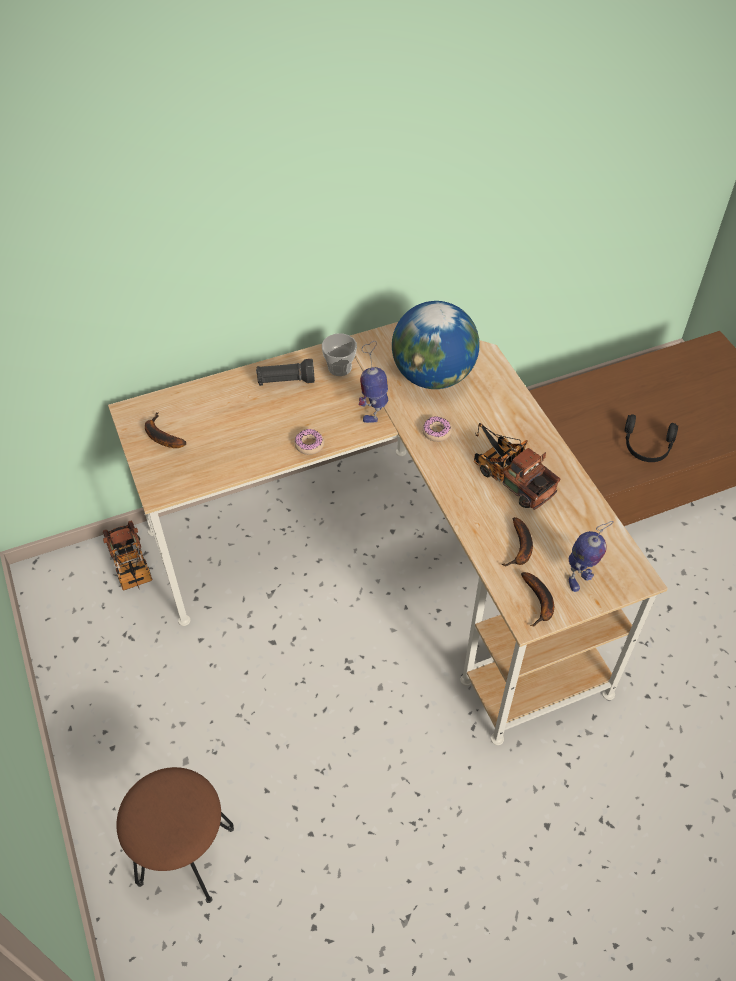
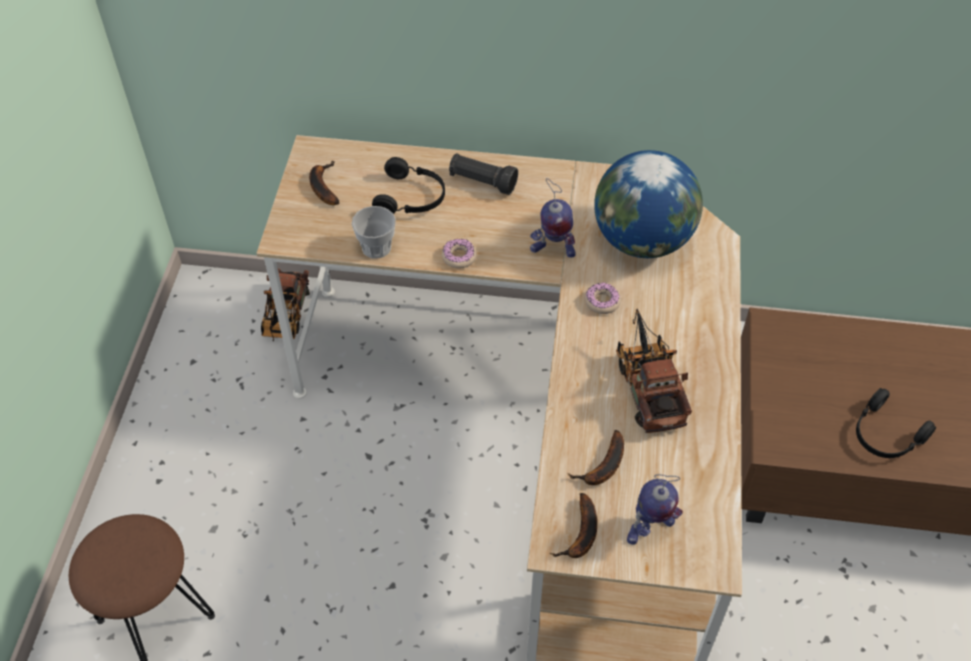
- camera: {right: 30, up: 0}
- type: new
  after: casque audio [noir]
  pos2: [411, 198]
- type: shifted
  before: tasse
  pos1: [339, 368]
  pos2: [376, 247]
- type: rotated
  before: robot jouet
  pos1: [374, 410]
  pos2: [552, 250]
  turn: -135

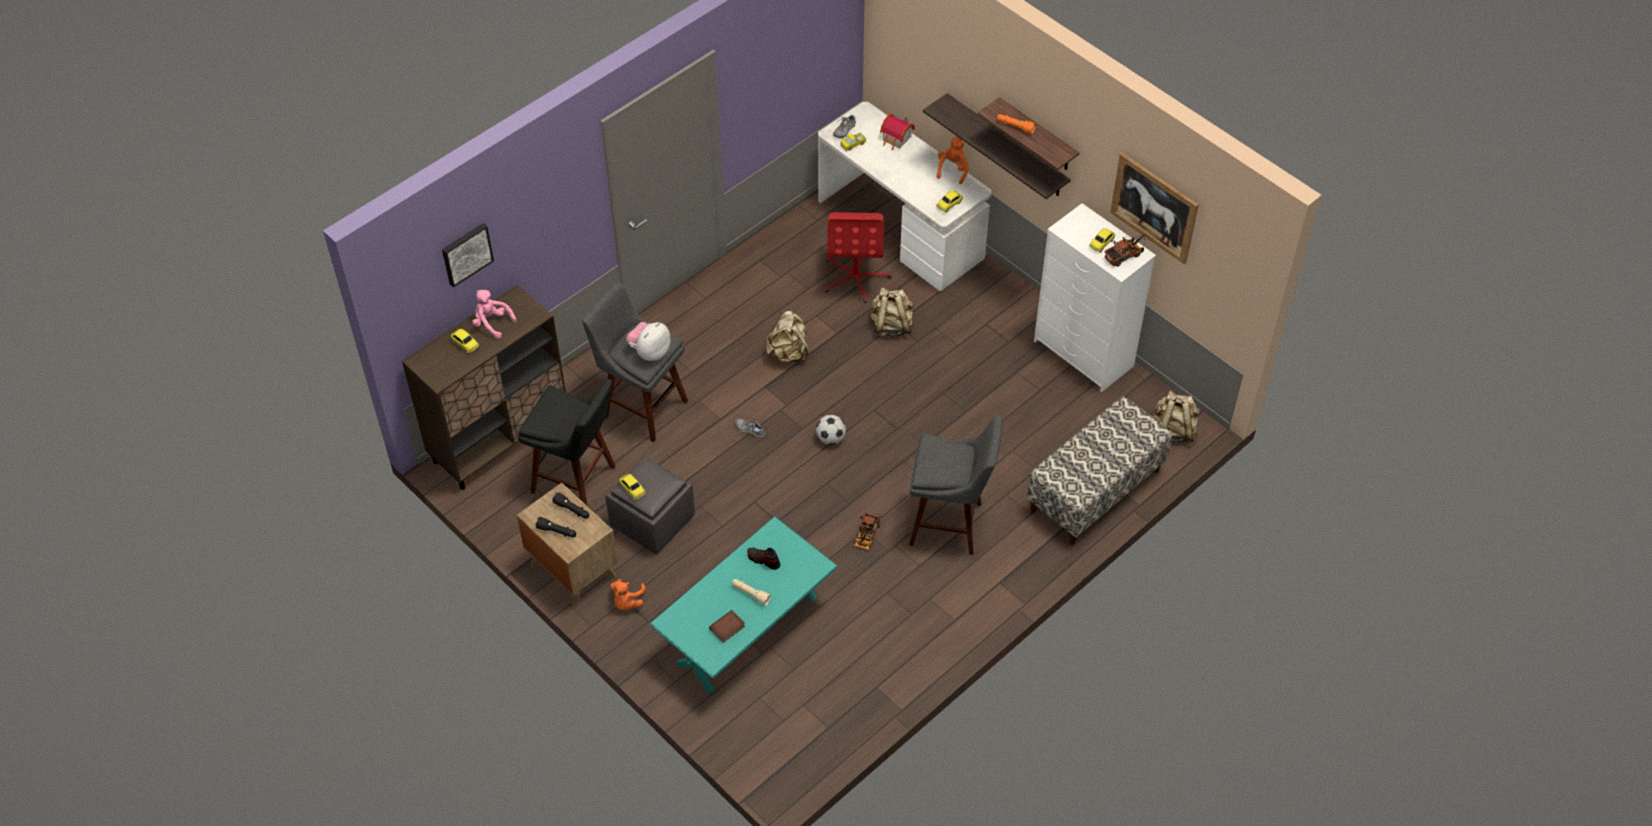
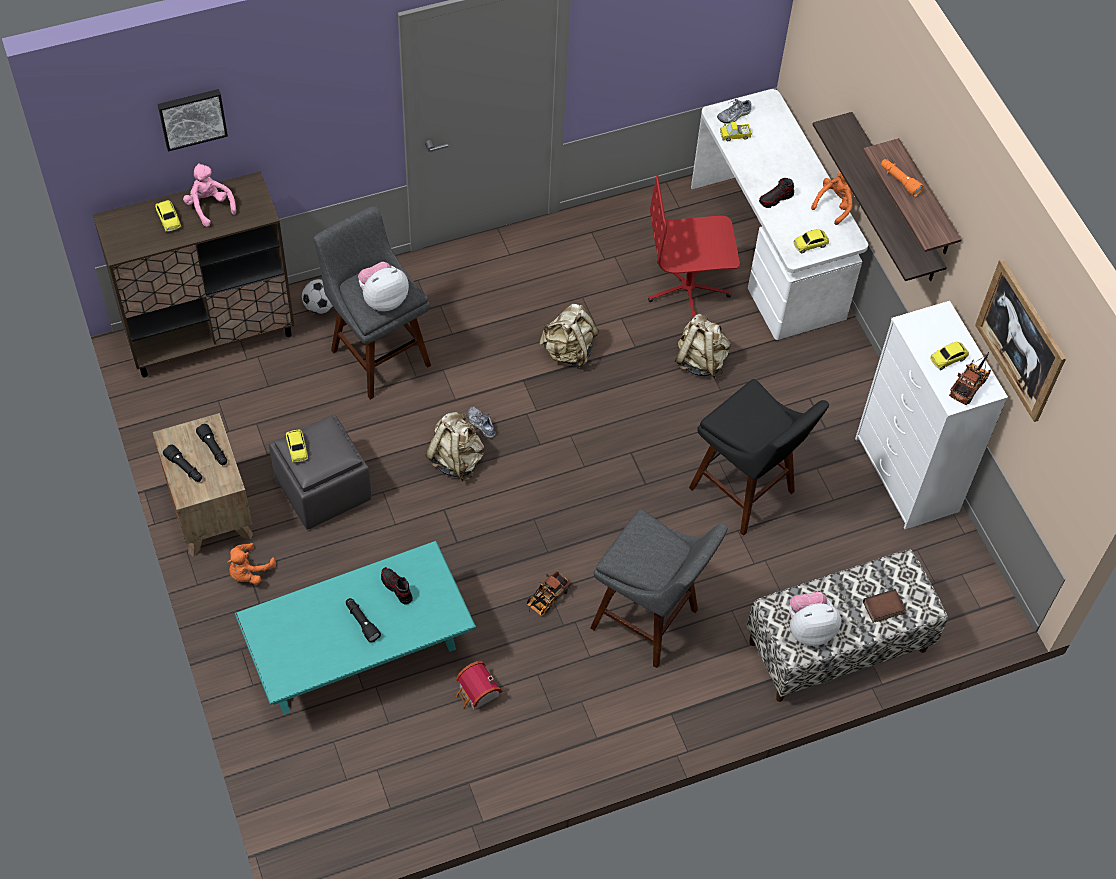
- camera: {right: 20, up: 5}
- type: new
  after: chaussure
  pos2: [776, 199]
- type: new
  after: peluche
  pos2: [809, 629]
- type: shifted
  before: tabouret [noir]
  pos1: [577, 481]
  pos2: [745, 493]
- type: shifted
  before: livre
  pos1: [727, 629]
  pos2: [883, 608]
- type: shifted
  before: ballon de foot
  pos1: [830, 438]
  pos2: [320, 306]
- type: shifted
  before: maison miniature
  pos1: [896, 139]
  pos2: [477, 694]
- type: shifted
  before: sac à dos [beige]
  pos1: [1173, 430]
  pos2: [456, 459]
- type: repainted
  before: lampe de poche [beige]
  after: lampe de poche [noir]
  pos1: [750, 594]
  pos2: [362, 622]
- type: rotated
  before: chaise de bureau [rouge]
  pos1: [855, 277]
  pos2: [688, 289]
  turn: 60
- type: rotated
  before: camion jouet
  pos1: [1125, 255]
  pos2: [970, 384]
  turn: -45

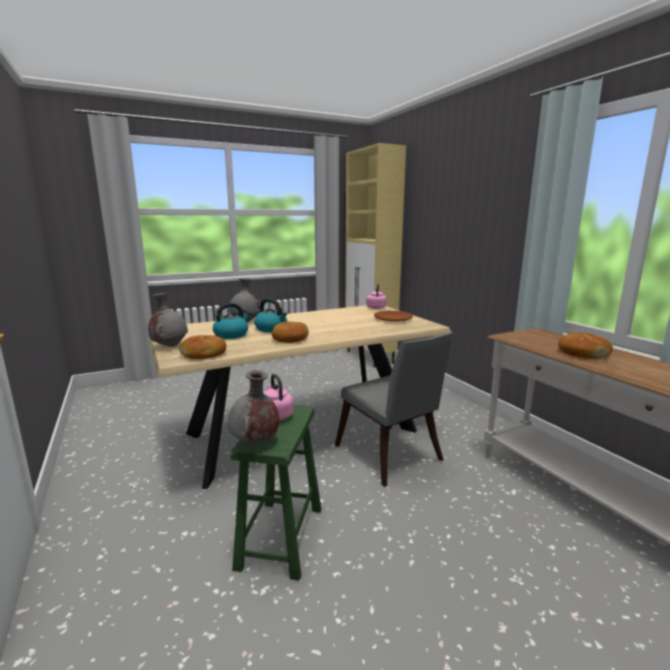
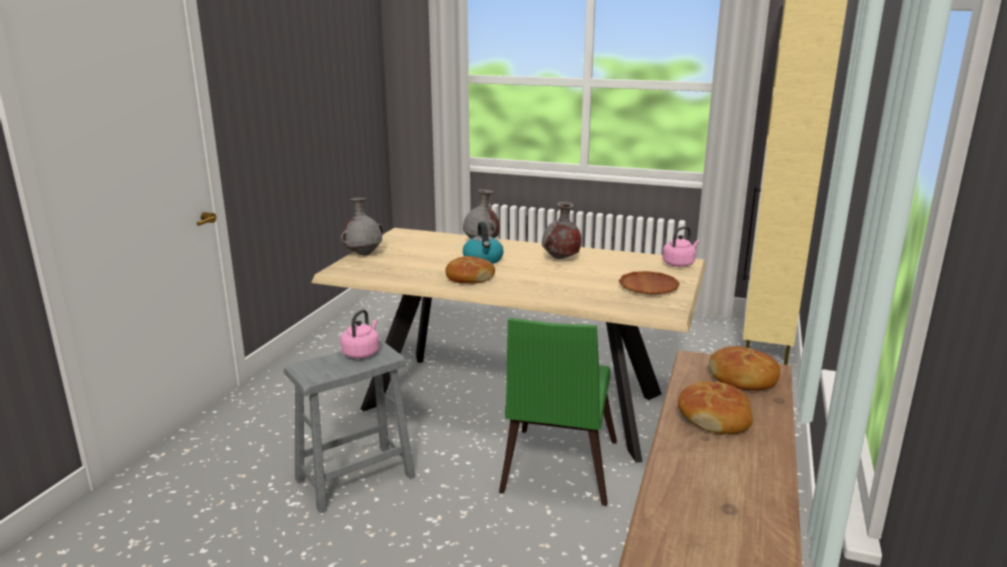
- camera: {right: 45, up: 5}
- type: gone
  before: bouilloire
  pos1: [231, 335]
- type: shifted
  before: pain
  pos1: [204, 354]
  pos2: [743, 379]
- type: shifted
  before: vase [gris]
  pos1: [255, 442]
  pos2: [560, 259]
- type: repainted
  before: tabouret [vert]
  after: tabouret [gris]
  pos1: [280, 537]
  pos2: [355, 478]
- type: repainted
  before: chaise [gris]
  after: chaise [vert]
  pos1: [390, 457]
  pos2: [557, 471]

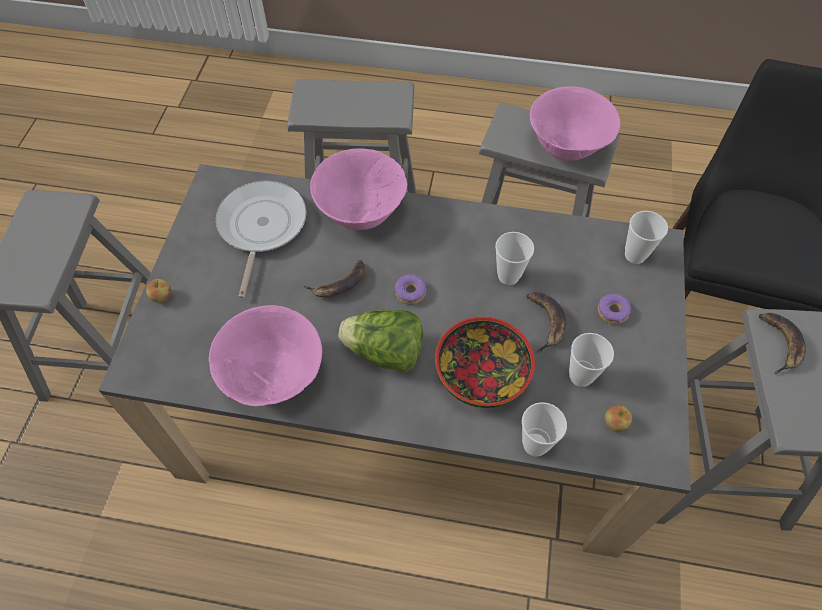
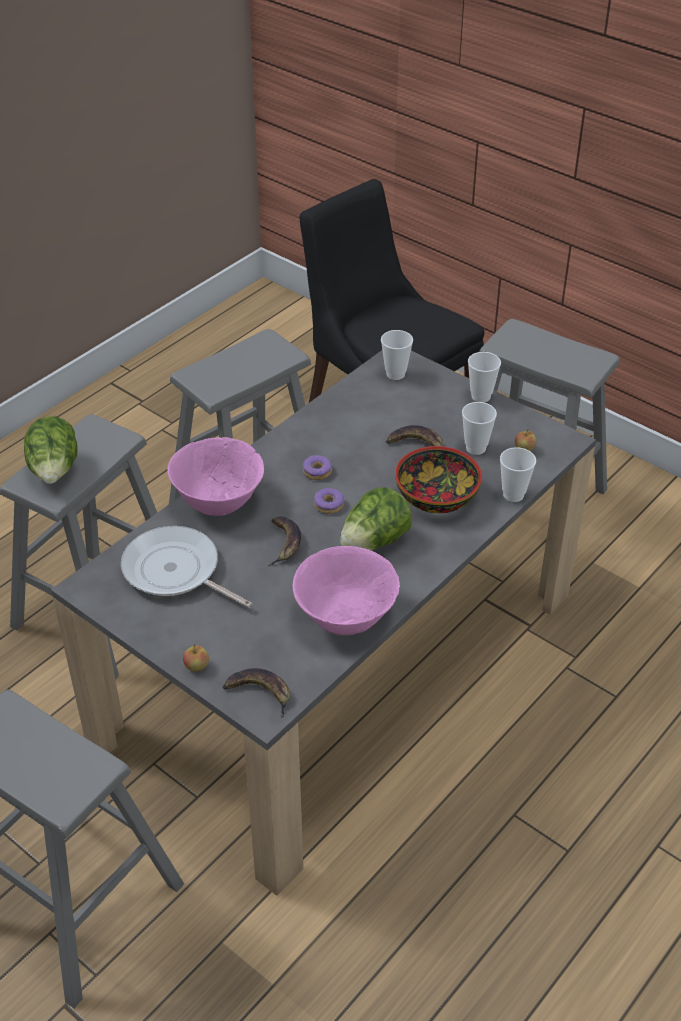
- camera: {right: -60, up: -15}
- type: gone
  before: bol [rose]
  pos1: [567, 147]
- type: new
  after: laitue
  pos2: [55, 471]
- type: shifted
  before: tasse
  pos1: [508, 276]
  pos2: [481, 396]
- type: shifted
  before: beignet
  pos1: [612, 312]
  pos2: [317, 472]
- type: shifted
  before: banane
  pos1: [780, 344]
  pos2: [260, 693]

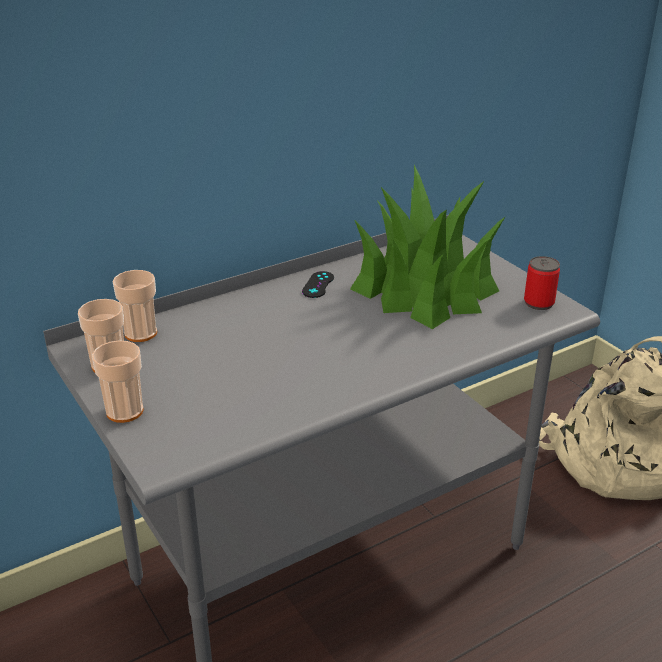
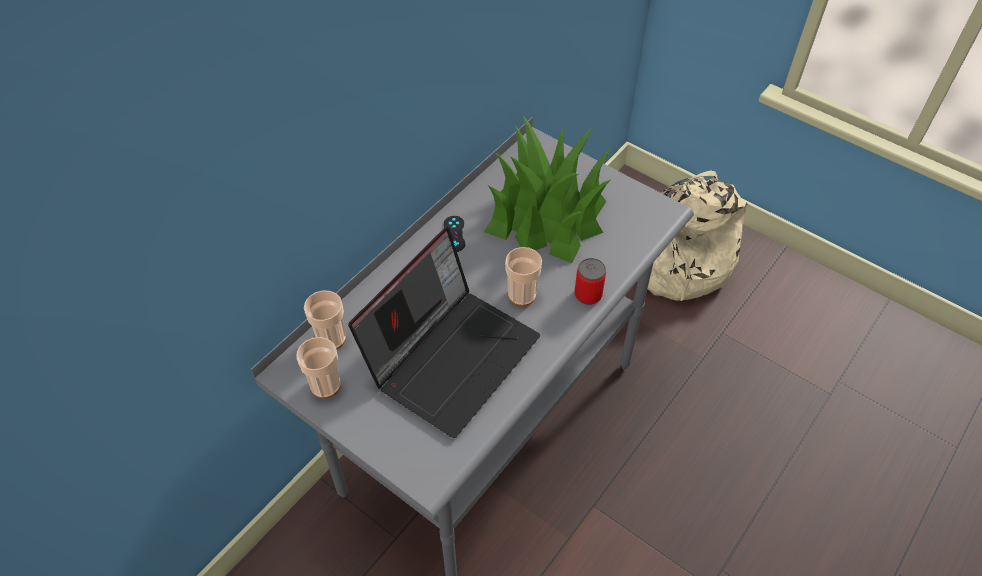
- camera: {right: -20, up: 20}
- type: new
  after: ordinateur portable
  pos2: [452, 355]
- type: shifted
  before: tasse
  pos1: [125, 411]
  pos2: [522, 295]
- type: shifted
  before: boîte métallique
  pos1: [539, 303]
  pos2: [588, 294]

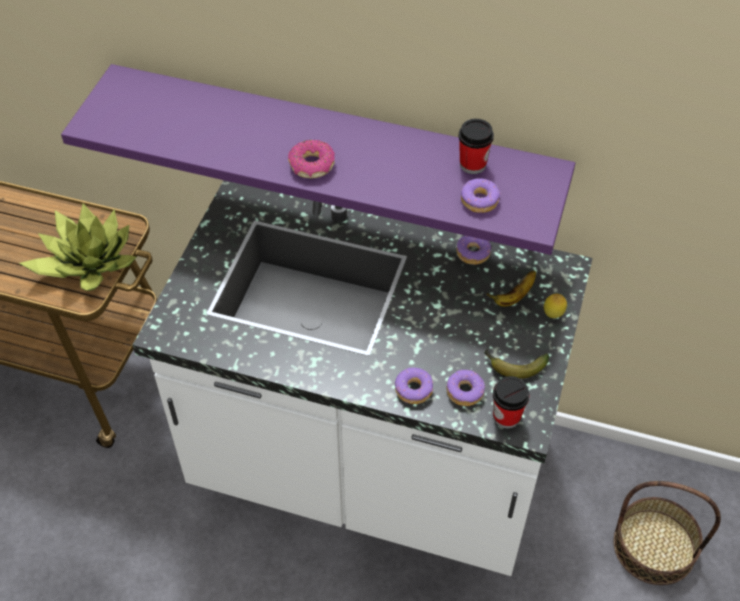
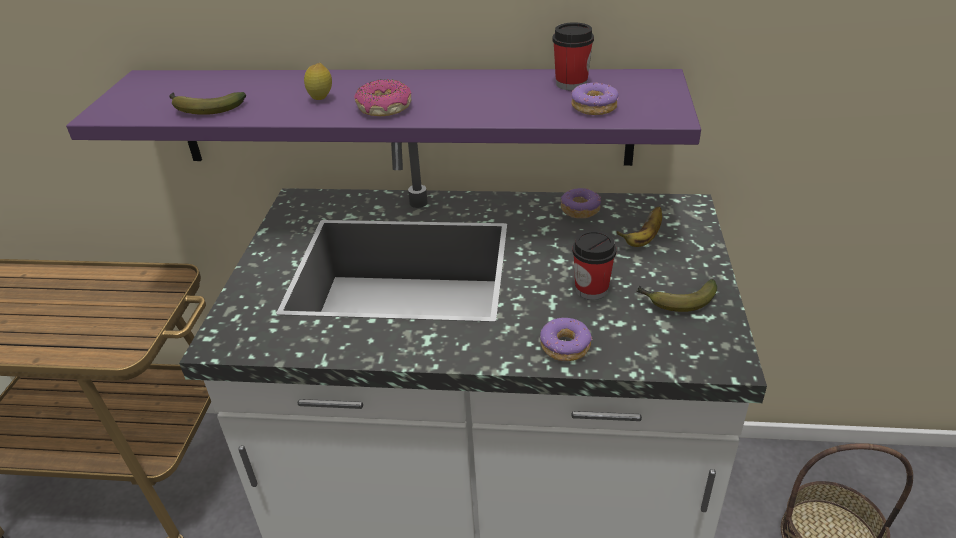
- camera: {right: -10, up: -15}
- type: gone
  before: plante en pot
  pos1: [87, 262]
- type: gone
  before: beignet
  pos1: [465, 391]
- type: new
  after: banane
  pos2: [204, 109]
- type: shifted
  before: tasse
  pos1: [506, 416]
  pos2: [591, 289]
- type: shifted
  before: citron
  pos1: [553, 315]
  pos2: [321, 100]

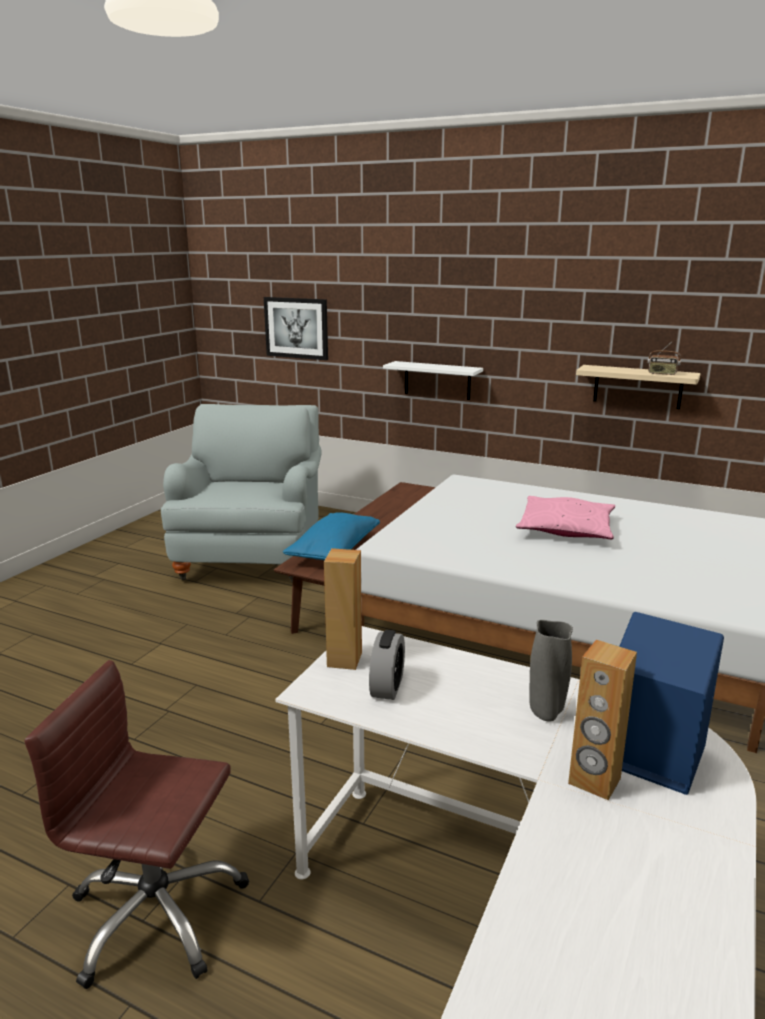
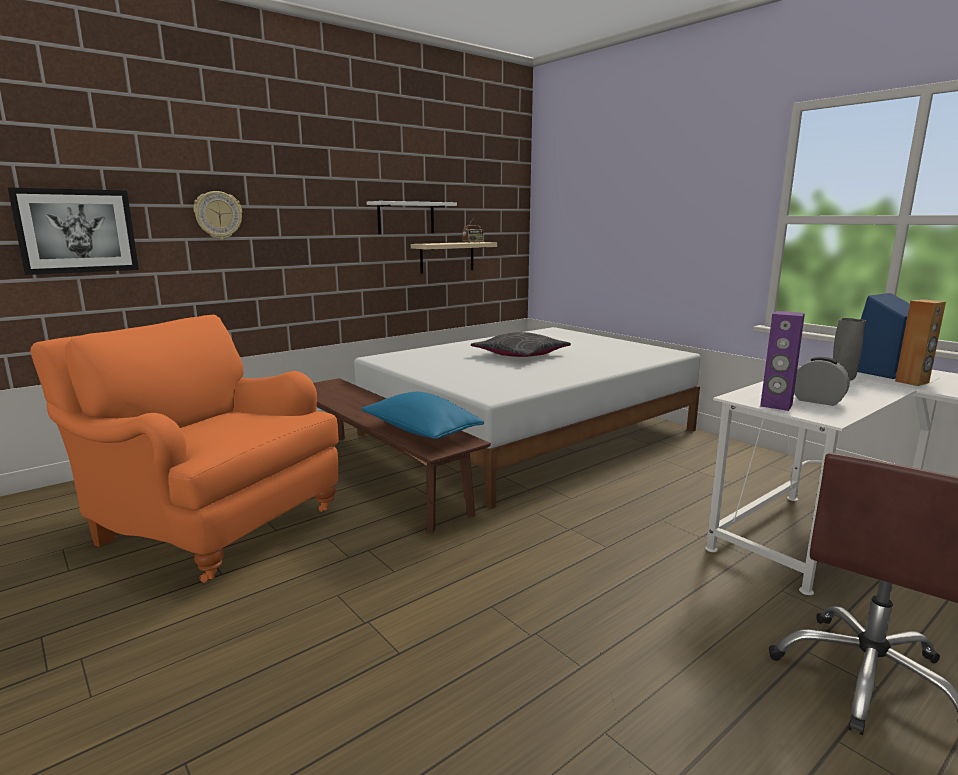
- camera: {right: -65, up: -5}
- type: new
  after: horloge murale
  pos2: [218, 215]
- type: shifted
  before: étagère [blanc]
  pos1: [437, 380]
  pos2: [406, 218]
- type: repainted
  before: fauteuil [gris]
  after: fauteuil [orange]
  pos1: [252, 555]
  pos2: [212, 523]
- type: repainted
  before: enceinte [marron]
  after: enceinte [violet]
  pos1: [344, 659]
  pos2: [776, 405]
- type: repainted
  before: coussin [rose]
  after: coussin [gris]
  pos1: [566, 529]
  pos2: [520, 355]

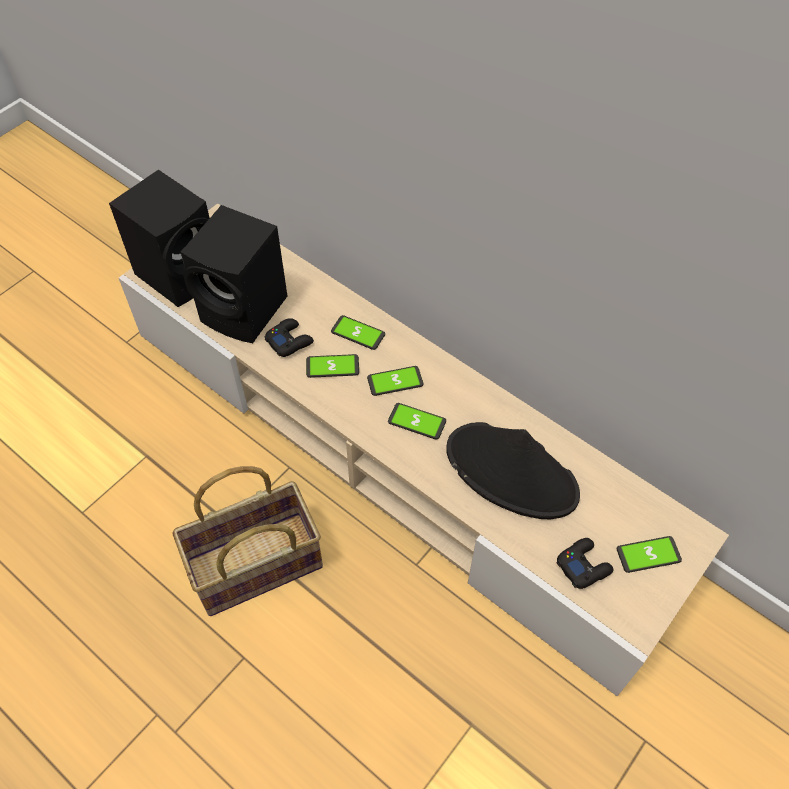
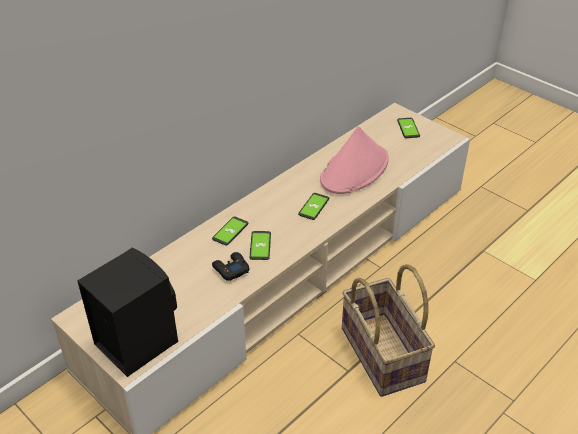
- camera: {right: -85, up: -15}
- type: gone
  before: enceinte [noir]
  pos1: [246, 311]
- type: gone
  before: téléphone
  pos1: [395, 381]
- type: gone
  before: manette [noir]
  pos1: [583, 565]
- type: repainted
  before: chapeau [noir]
  after: chapeau [rose]
  pos1: [512, 472]
  pos2: [354, 170]

